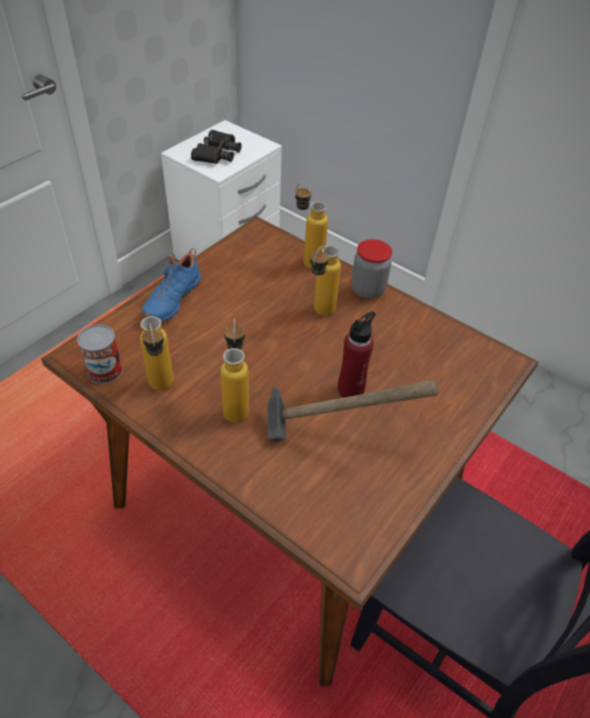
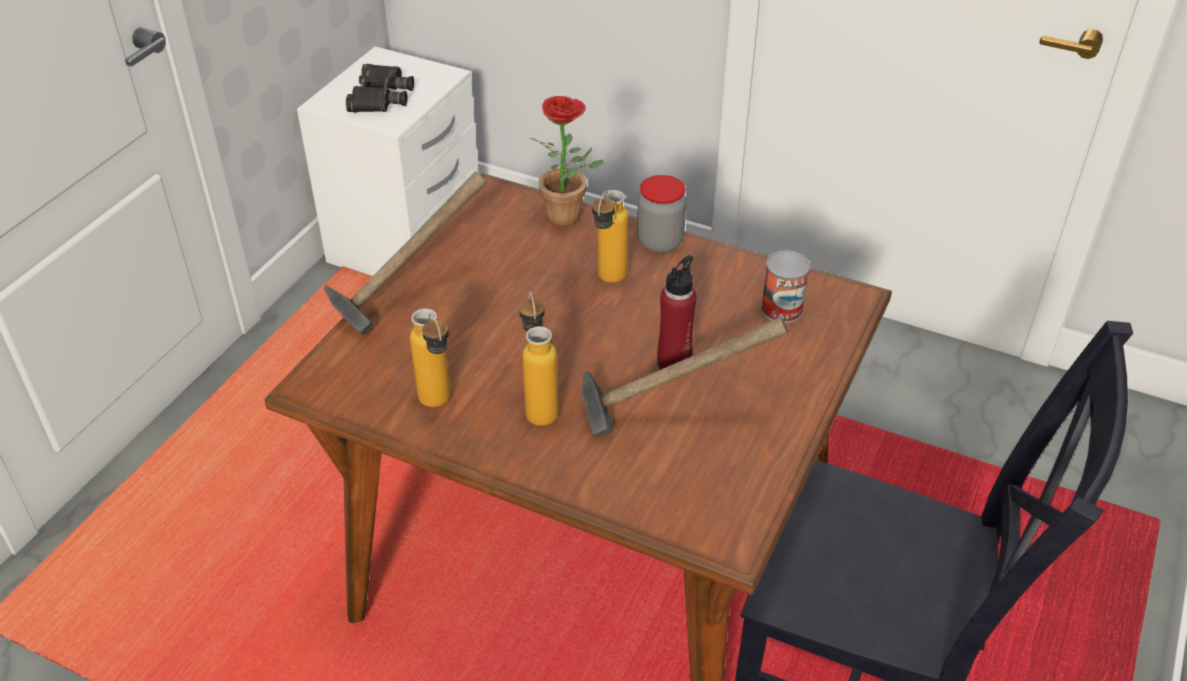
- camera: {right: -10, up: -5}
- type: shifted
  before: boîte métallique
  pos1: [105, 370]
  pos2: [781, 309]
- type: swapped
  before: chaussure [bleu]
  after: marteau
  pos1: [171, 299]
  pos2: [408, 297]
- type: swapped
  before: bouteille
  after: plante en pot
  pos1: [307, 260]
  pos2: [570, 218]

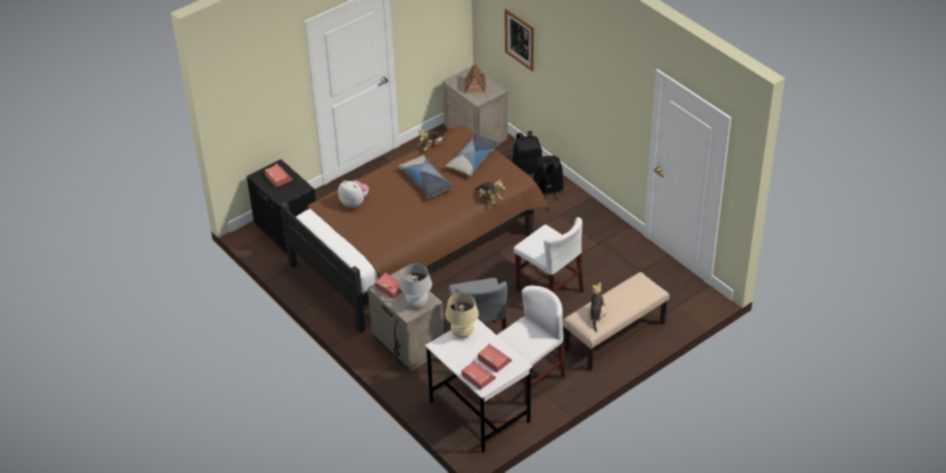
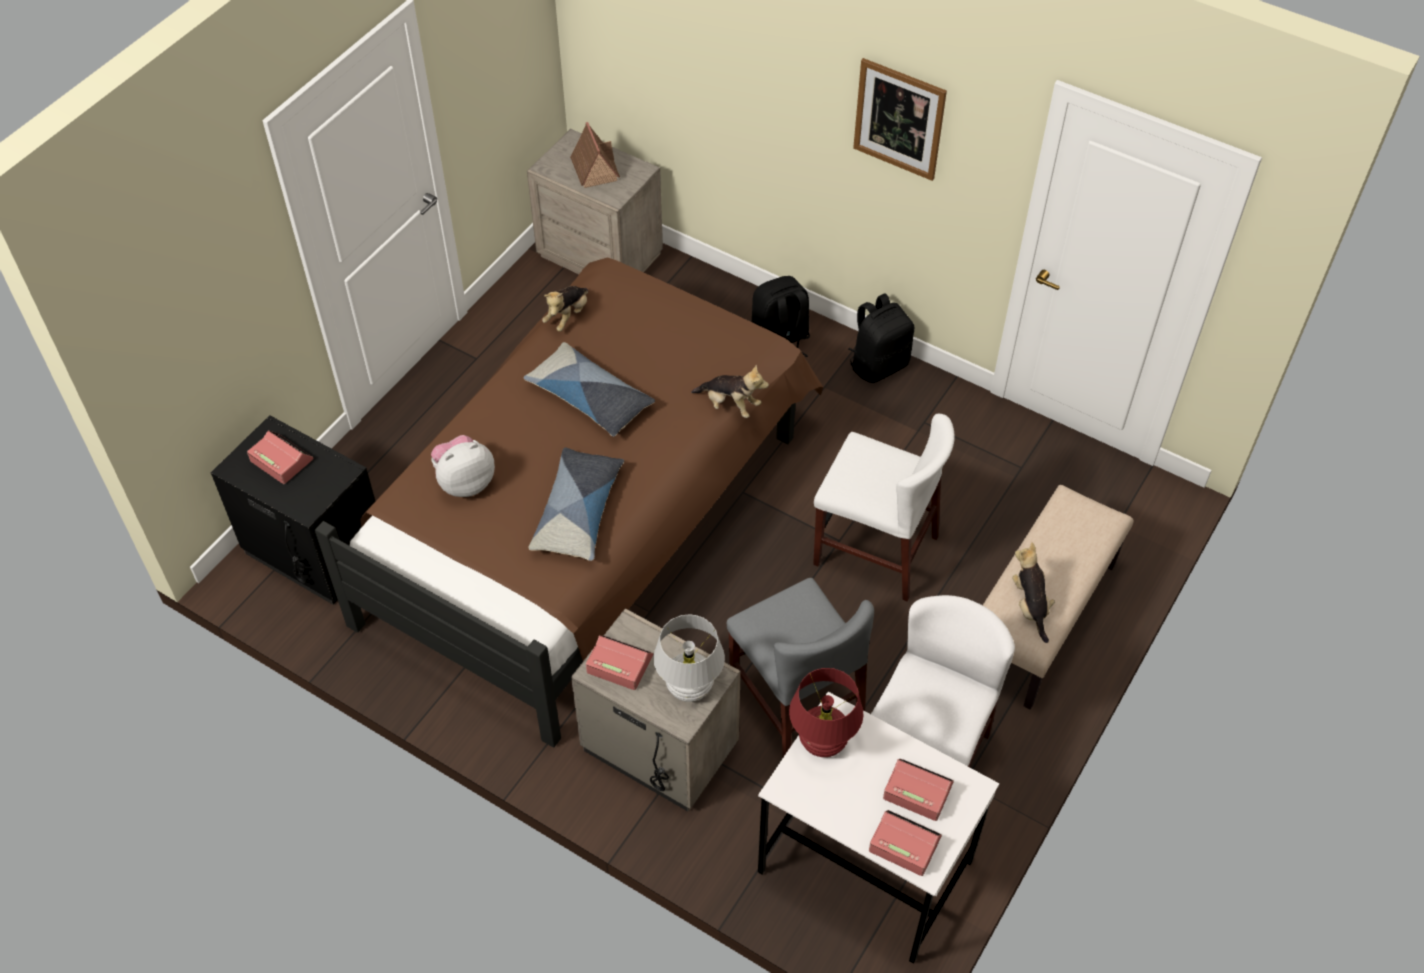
- camera: {right: -20, up: 10}
- type: shifted
  before: coussin
  pos1: [473, 160]
  pos2: [578, 512]
- type: shifted
  before: tableau
  pos1: [520, 39]
  pos2: [899, 119]
- type: shifted
  before: sac à dos [noir]
  pos1: [527, 169]
  pos2: [878, 364]
- type: repainted
  before: lampe de table [beige]
  after: lampe de table [rouge]
  pos1: [462, 333]
  pos2: [823, 741]
- type: rotated
  before: peluche
  pos1: [354, 203]
  pos2: [465, 482]
  turn: -45

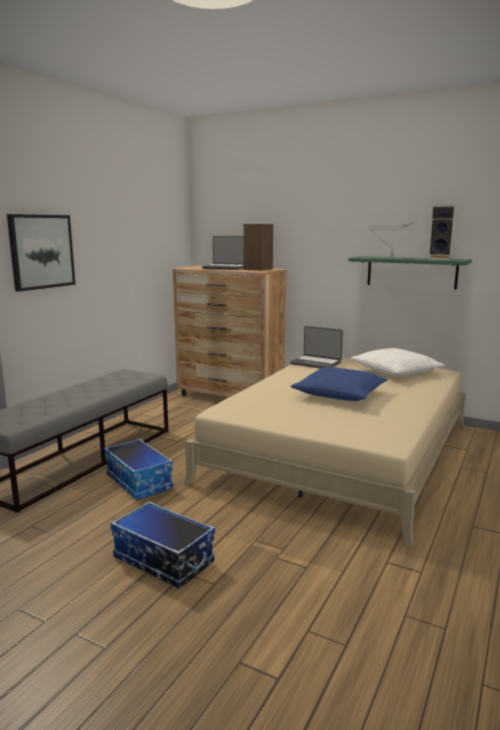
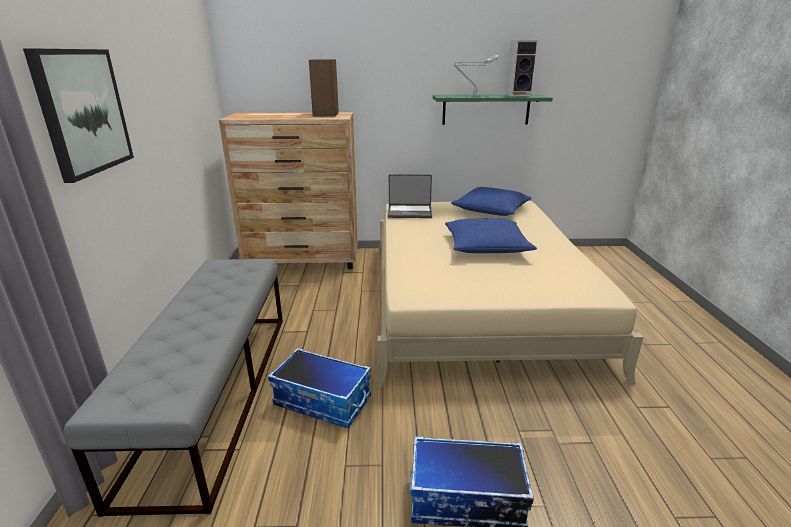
- camera: {right: -30, up: 10}
- type: gone
  before: ordinateur portable
  pos1: [225, 268]
- type: repainted
  before: coussin [blanc]
  after: coussin [bleu]
  pos1: [395, 371]
  pos2: [491, 210]

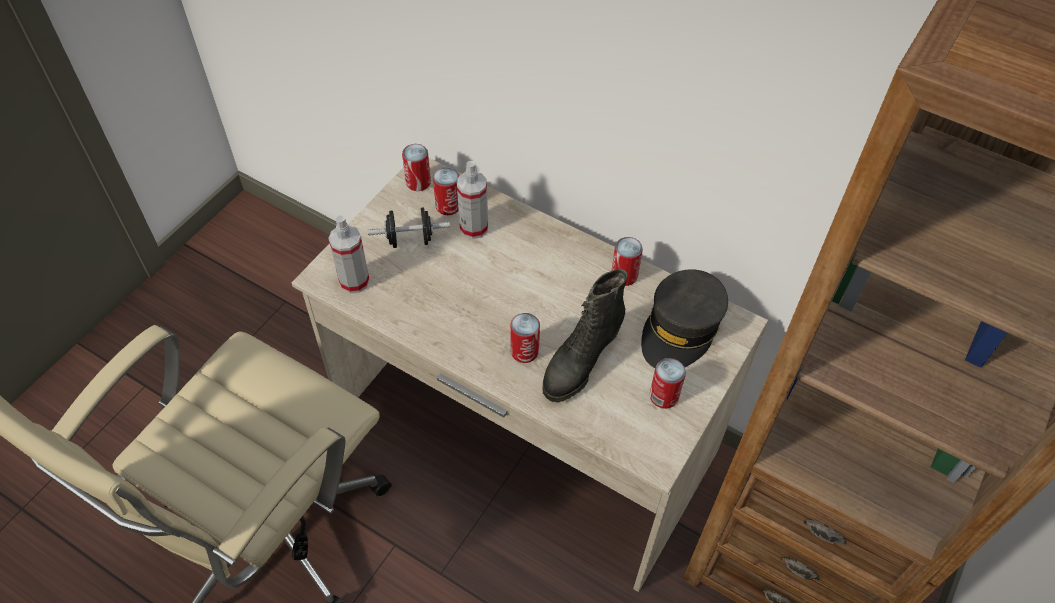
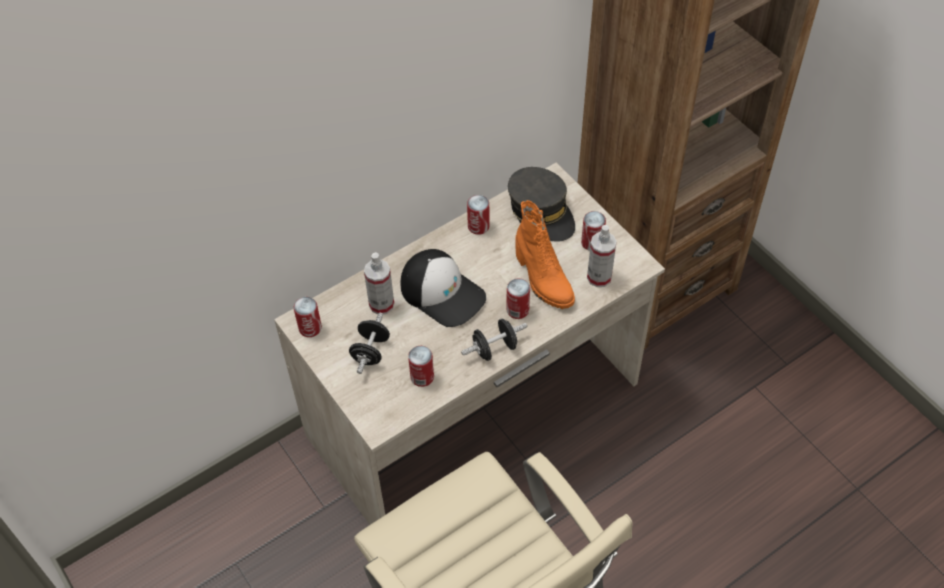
- camera: {right: -65, up: 0}
- type: new
  after: casquette
  pos2: [443, 292]
- type: new
  after: haltère [noir]
  pos2: [494, 348]
- type: shifted
  before: vaporisateur
  pos1: [354, 281]
  pos2: [599, 277]
- type: shifted
  before: boîte métallique
  pos1: [448, 206]
  pos2: [422, 377]
- type: repainted
  before: botte [noir]
  after: botte [orange]
  pos1: [580, 362]
  pos2: [542, 280]

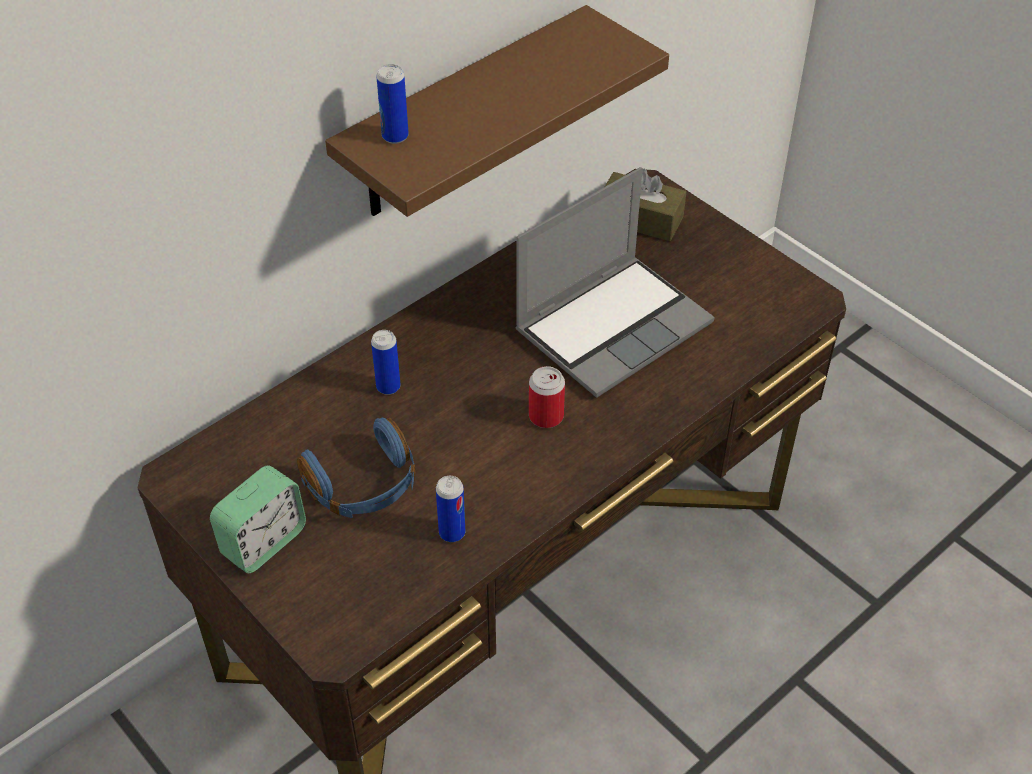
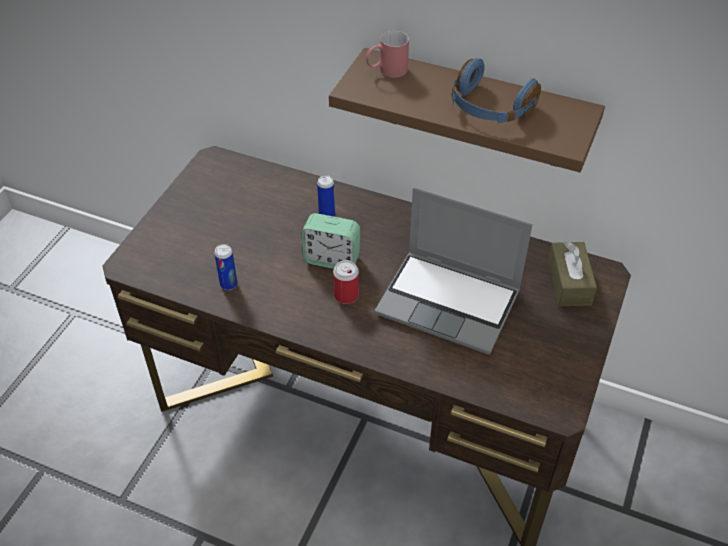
- camera: {right: 65, up: 0}
- type: shifted
  before: réveil
  pos1: [264, 542]
  pos2: [331, 259]
- type: shifted
  before: casque audio [bleu]
  pos1: [364, 486]
  pos2: [489, 108]
- type: swapped
  before: boîte métallique
  after: mug [rouge]
  pos1: [395, 136]
  pos2: [386, 71]

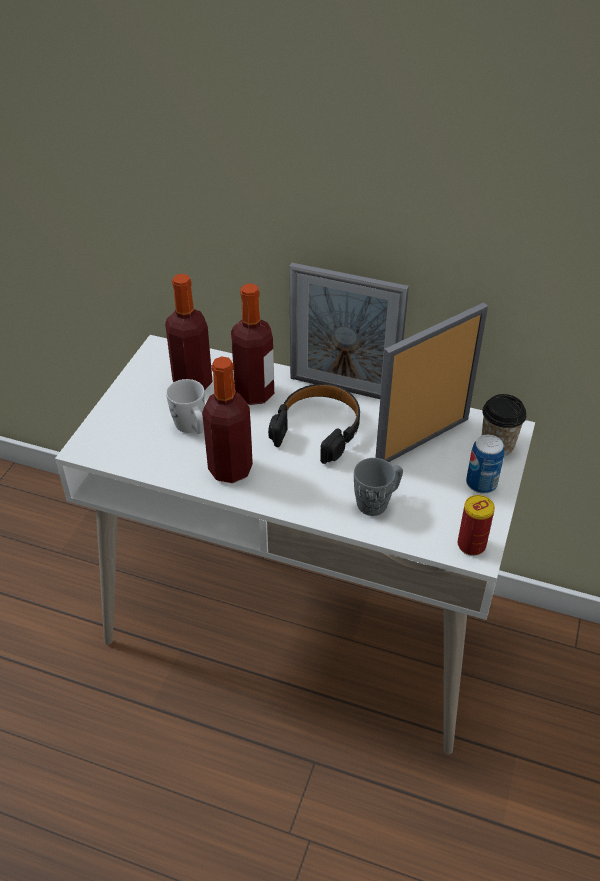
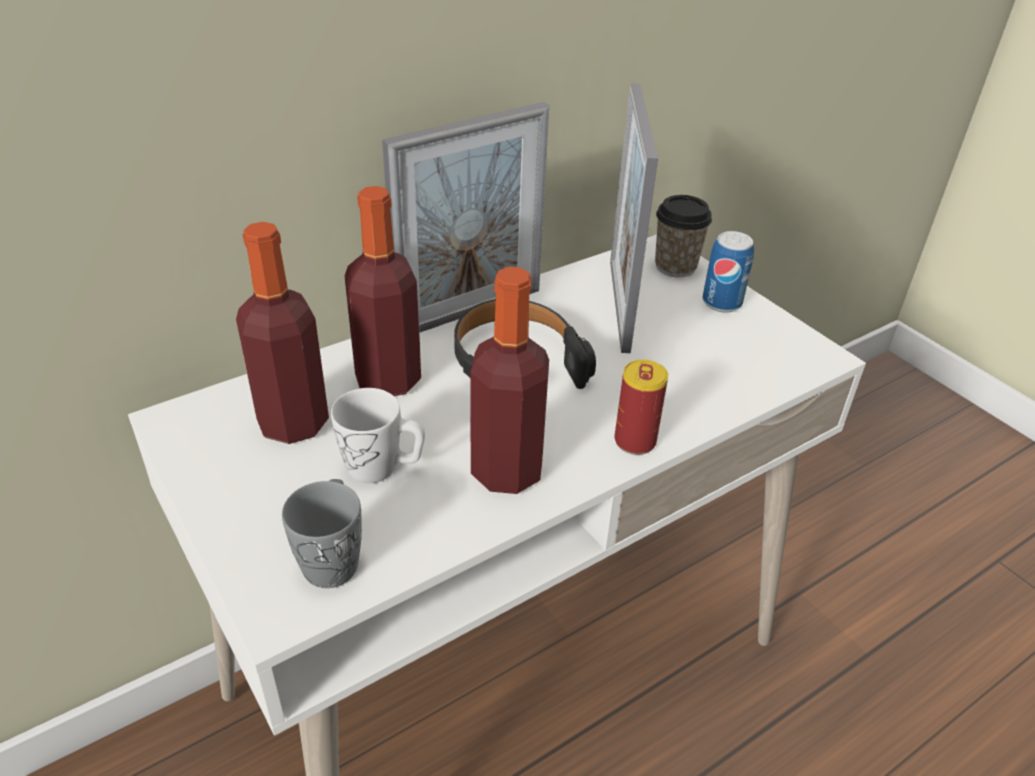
- camera: {right: -55, up: -5}
- type: shifted
  before: mug [gris]
  pos1: [377, 502]
  pos2: [333, 557]
- type: shifted
  before: boîte métallique
  pos1: [471, 545]
  pos2: [635, 441]

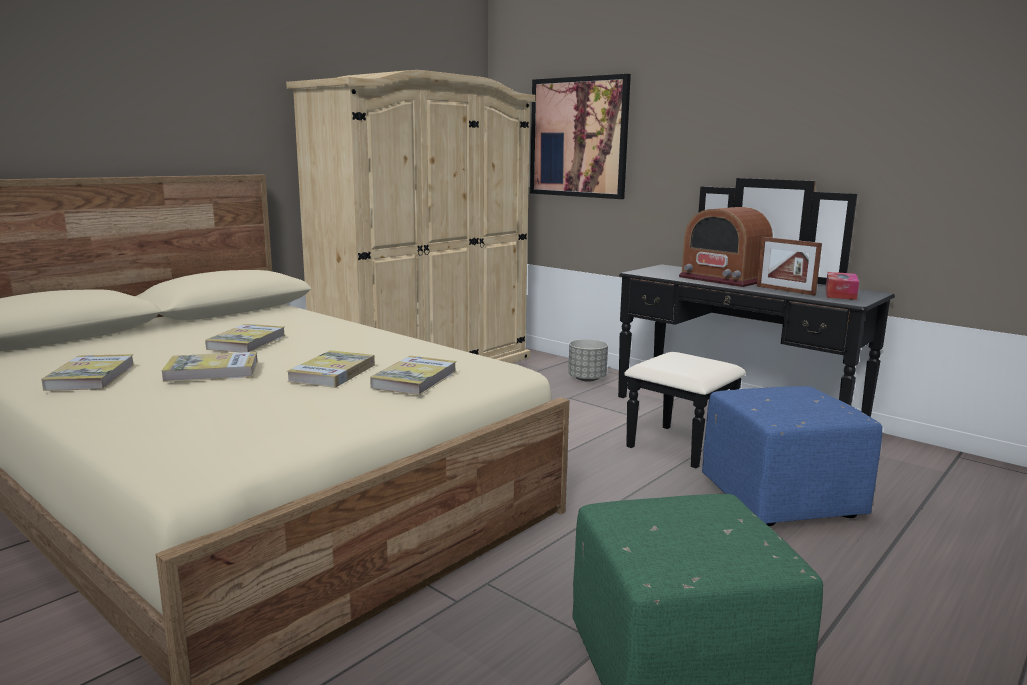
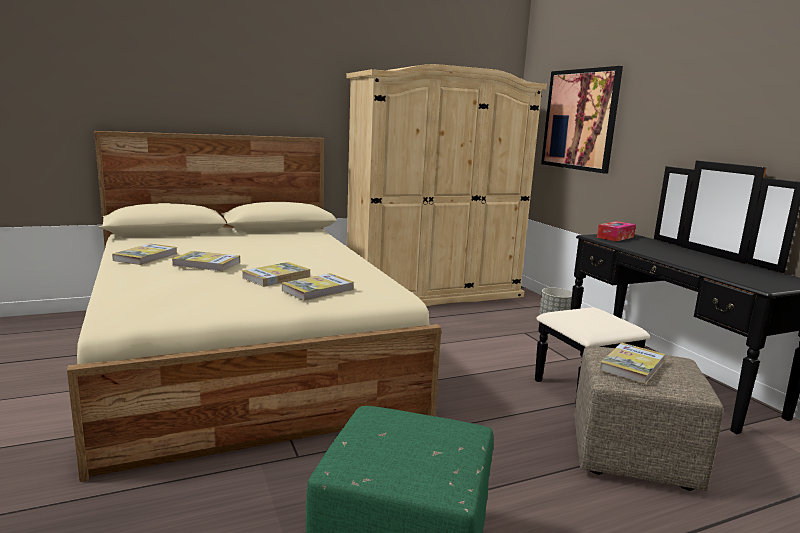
- camera: {right: 25, up: 0}
- type: gone
  before: radio
  pos1: [724, 279]
- type: gone
  before: cadre photo
  pos1: [785, 290]
- type: shifted
  before: livre
  pos1: [247, 342]
  pos2: [632, 366]
- type: shifted
  before: boîte à mouchoirs
  pos1: [840, 294]
  pos2: [615, 237]
- type: repainted
  before: pouf [bleu]
  after: pouf [beige]
  pos1: [779, 500]
  pos2: [630, 455]

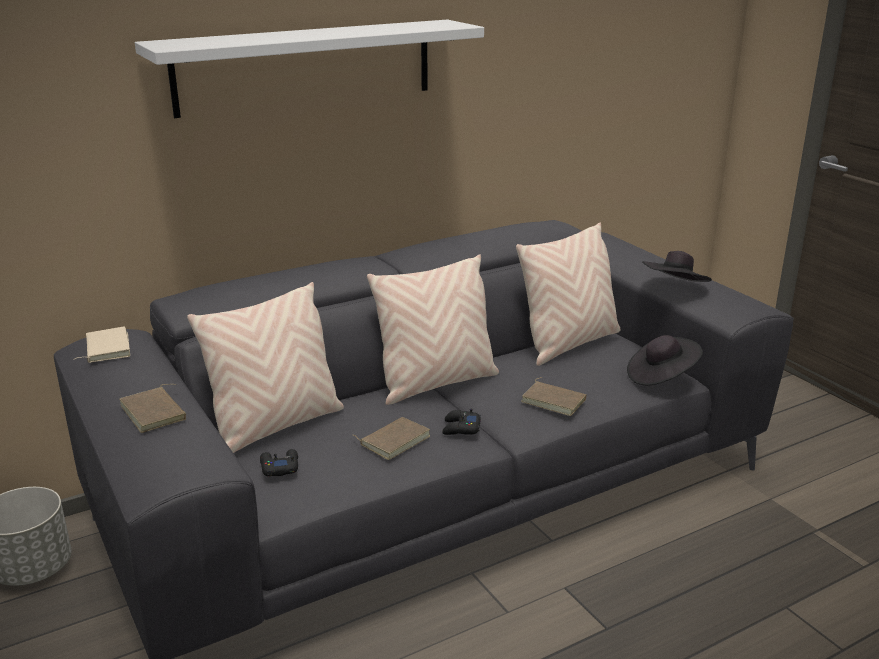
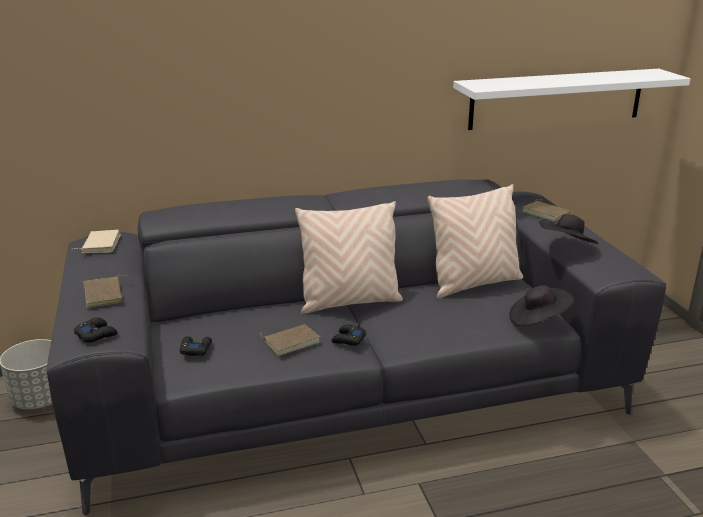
- camera: {right: 15, up: 0}
- type: gone
  before: coussin [beige]
  pos1: [276, 426]
- type: new
  after: manette [noir]
  pos2: [96, 334]
- type: shifted
  before: étagère [blanc]
  pos1: [306, 66]
  pos2: [557, 99]
- type: shifted
  before: livre [marron]
  pos1: [554, 400]
  pos2: [546, 213]

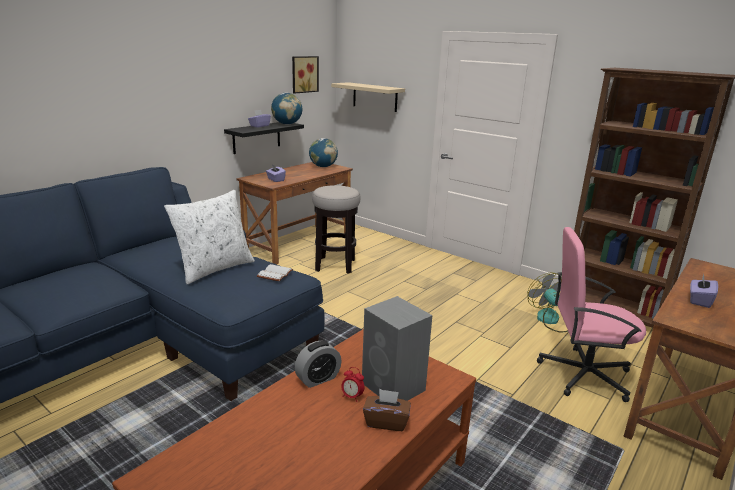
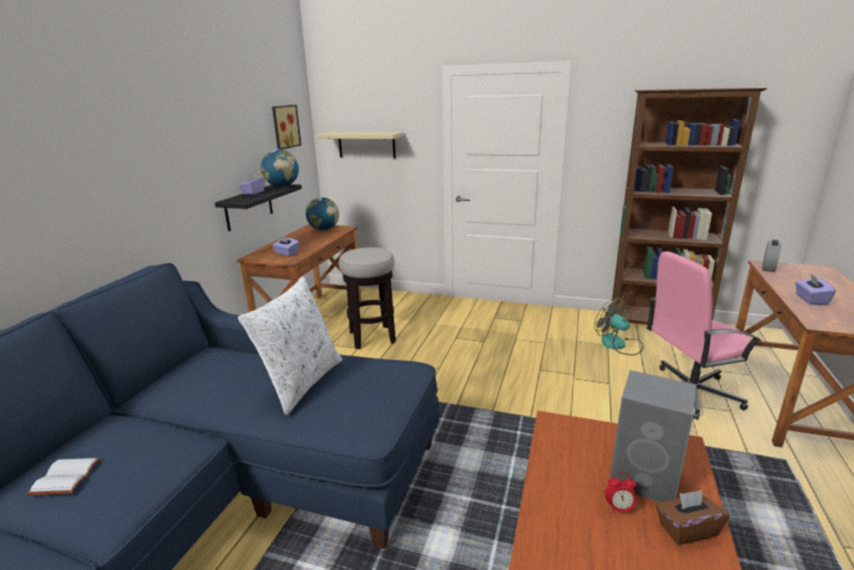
- camera: {right: -20, up: 0}
- type: shifted
  before: livre [blanc]
  pos1: [274, 273]
  pos2: [65, 477]
- type: shifted
  before: réveil
  pos1: [318, 379]
  pos2: [768, 268]

